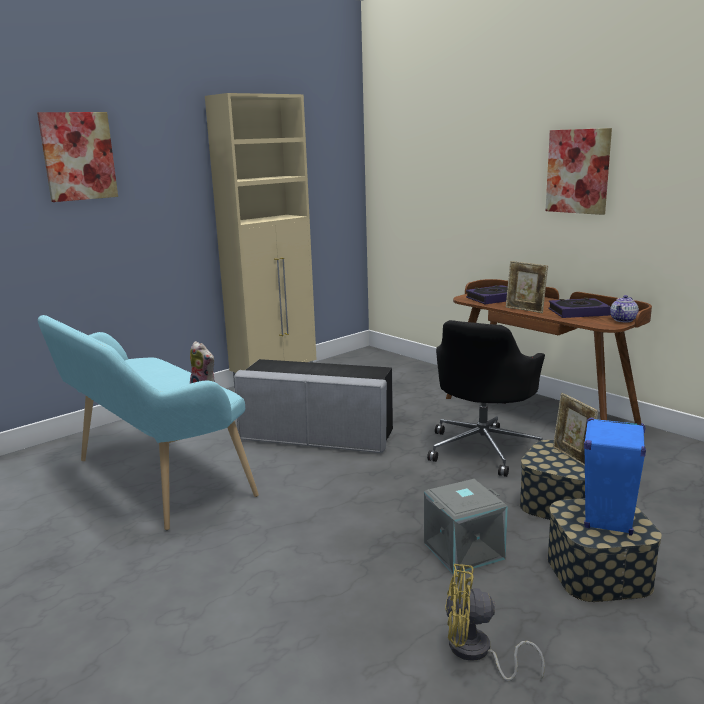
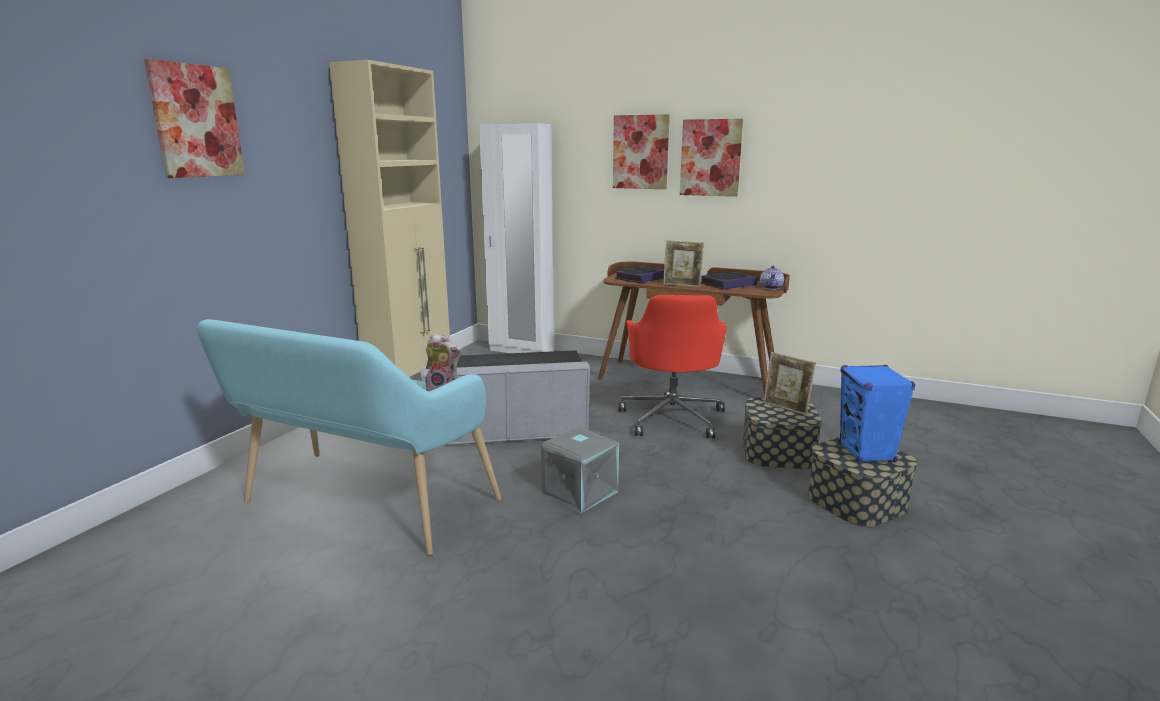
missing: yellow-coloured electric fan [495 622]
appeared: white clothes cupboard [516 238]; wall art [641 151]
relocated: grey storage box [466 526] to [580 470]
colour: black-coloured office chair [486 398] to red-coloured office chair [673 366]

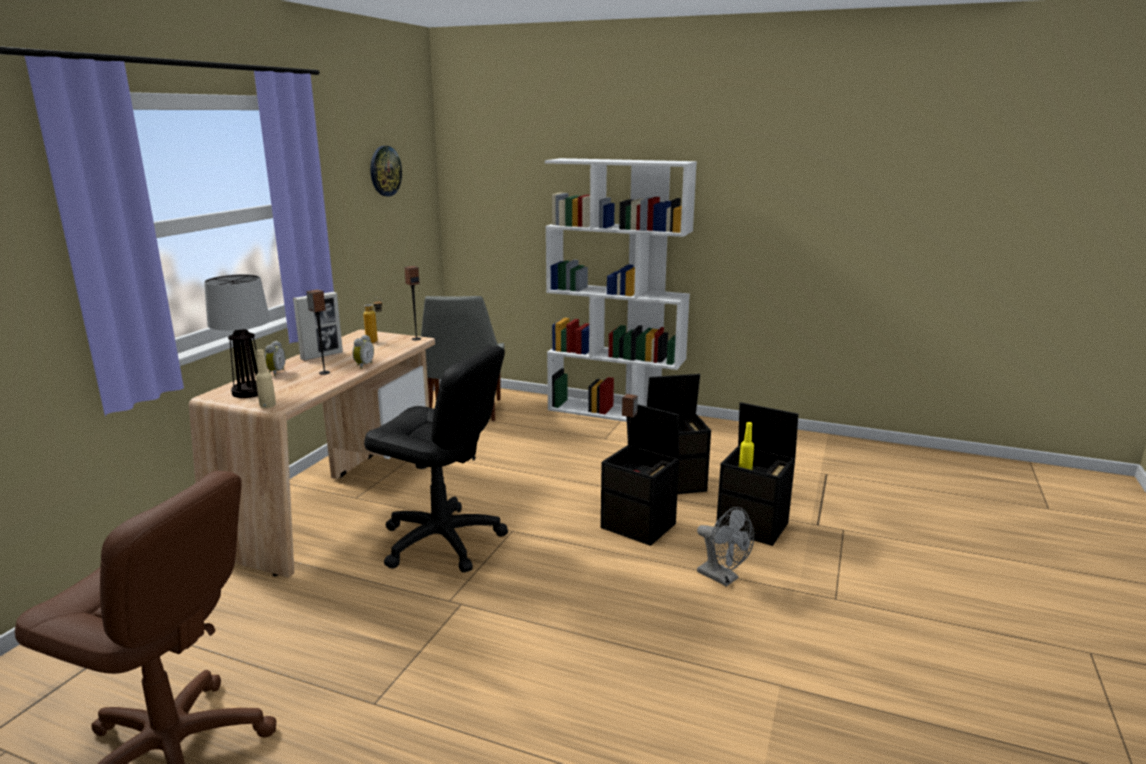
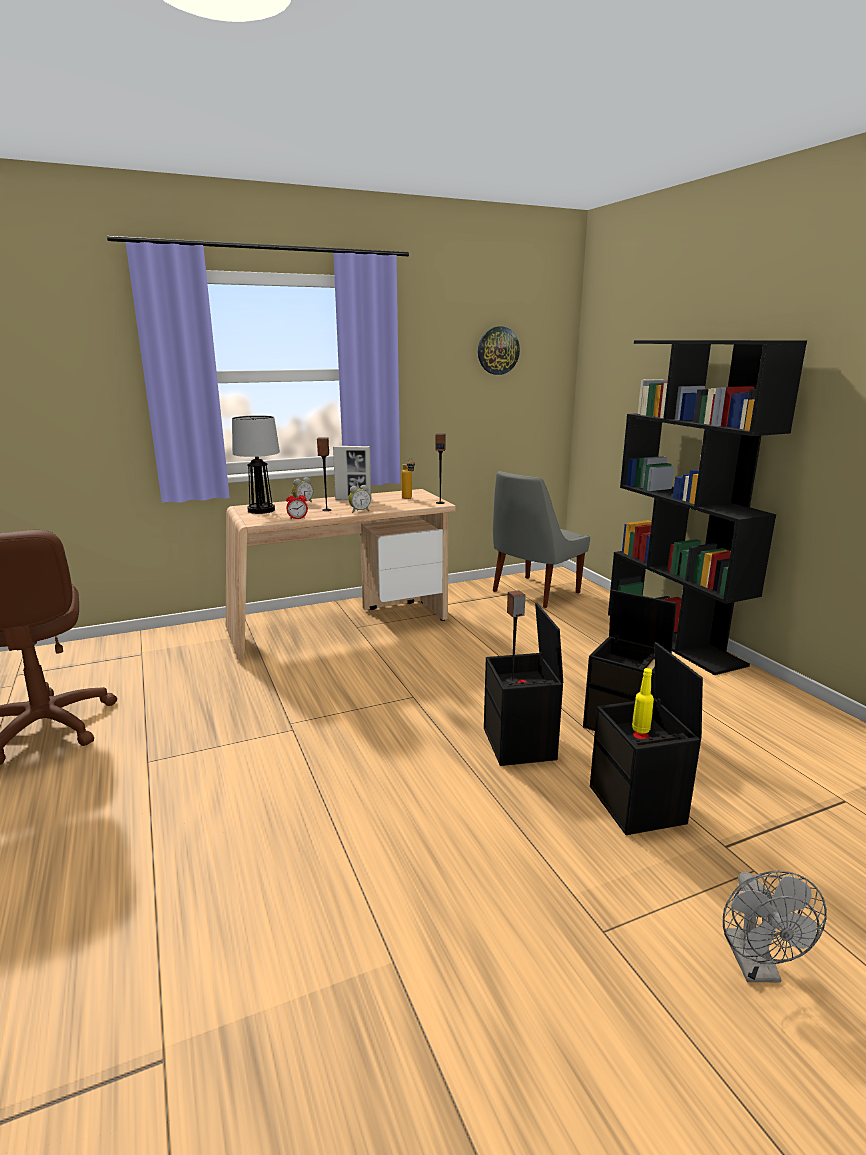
missing: beige beverage bottle [266 378]; black-coloured office chair [436 459]
appeared: bedside clock [297 505]
relocated: grey electric fan [725 547] to [775 926]
colour: white shelving unit [621 290] to black-coloured shelving unit [707 507]

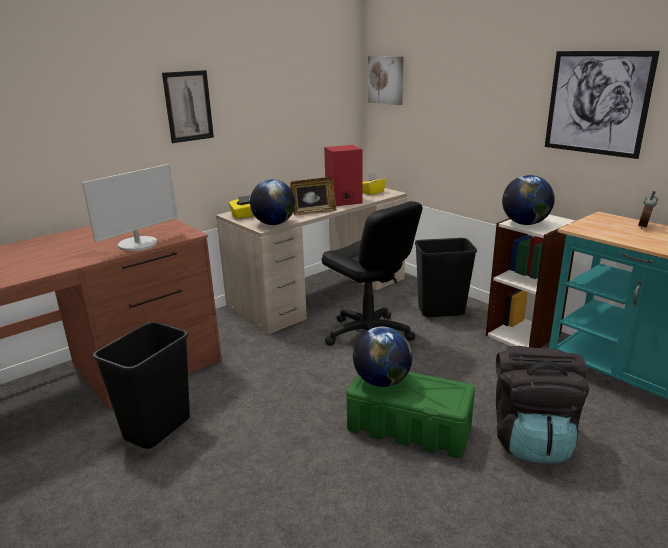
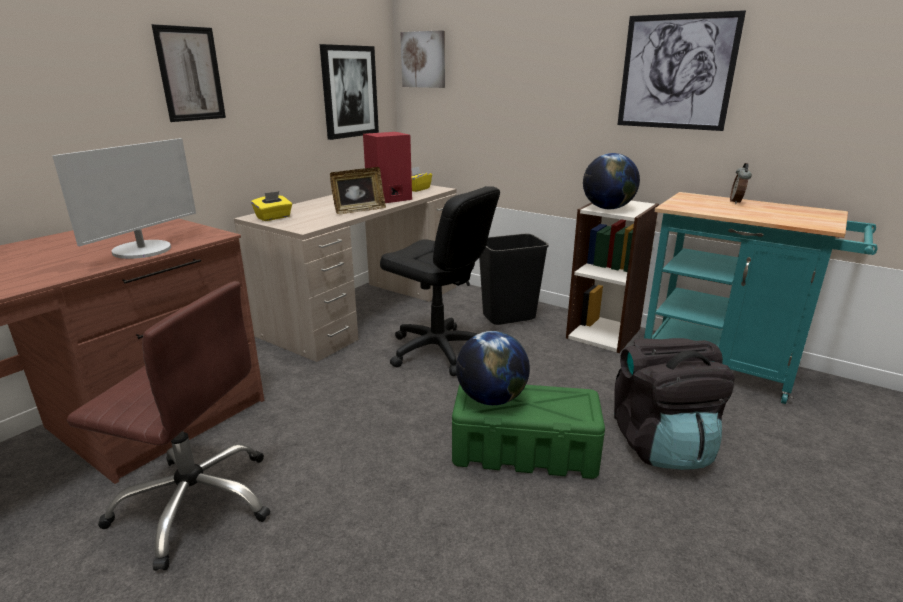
missing: world globe [272 202]
appeared: wall art [349 92]
exchanged: black-coloured waste bin [141 385] to brownish office chair [169 426]

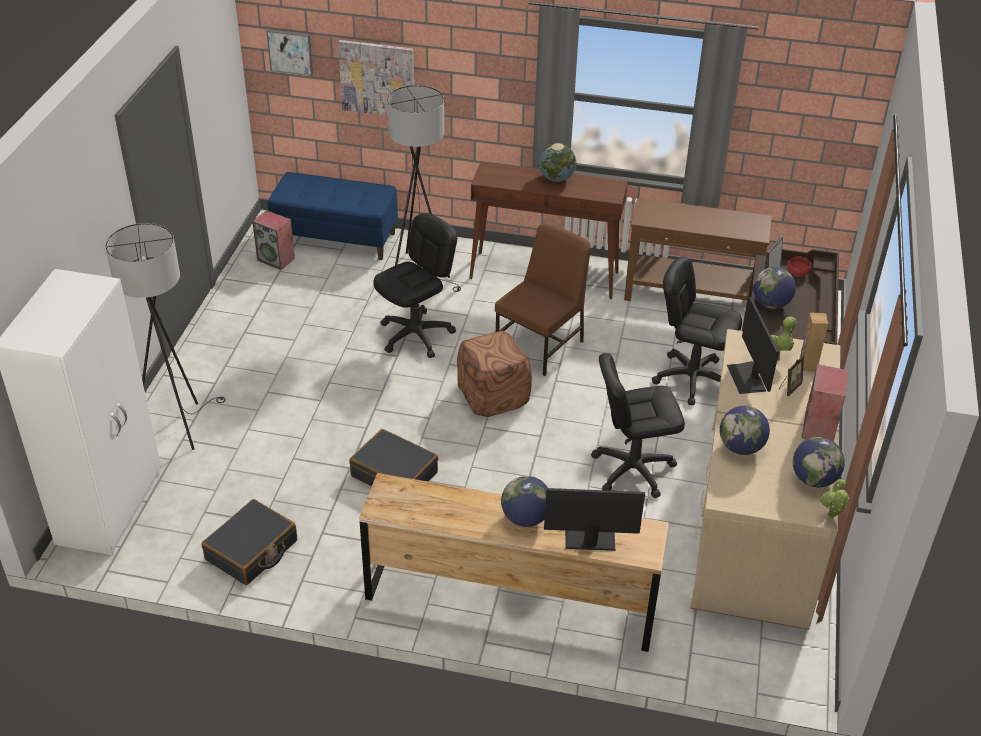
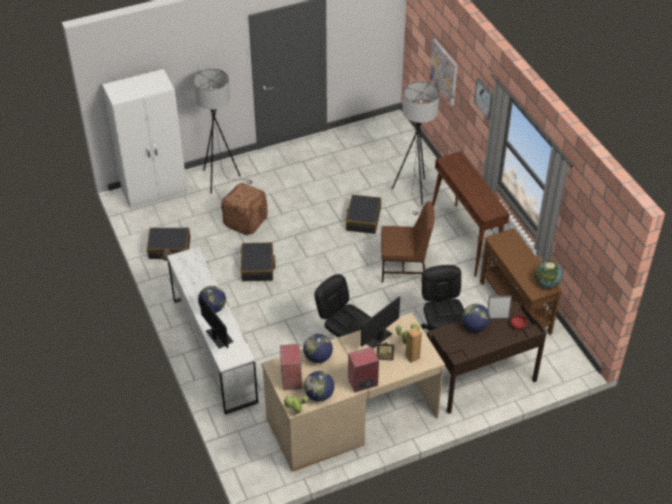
missing: blue-coloured long seat [333 216]
relocated: brownish ottoman [494 374] to [244 209]; loudspeaker [273 240] to [291 367]; wall art [289 52] to [483 99]; world globe [557 162] to [549 274]
exchanged: black-coloured office chair [415 285] to black-coloured travel case [363 214]
colour: brownish dresser [514 562] to white dresser [212 330]

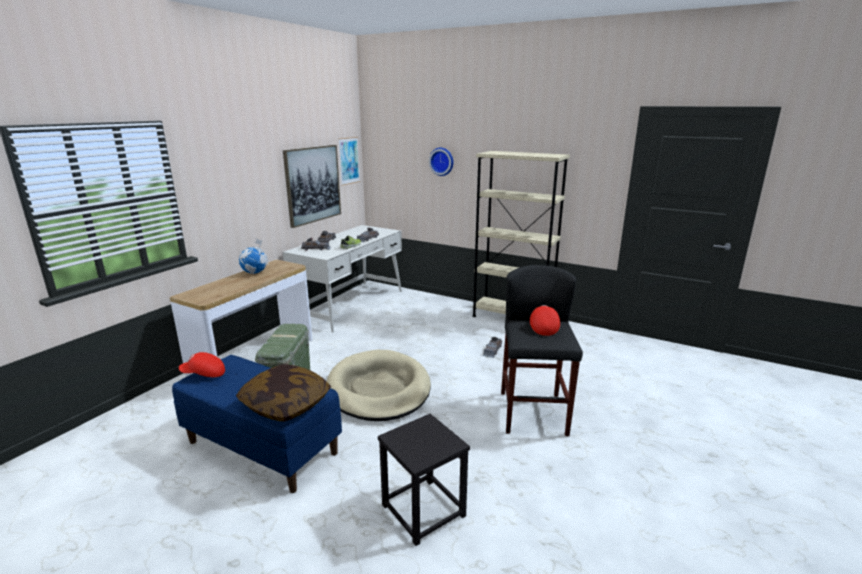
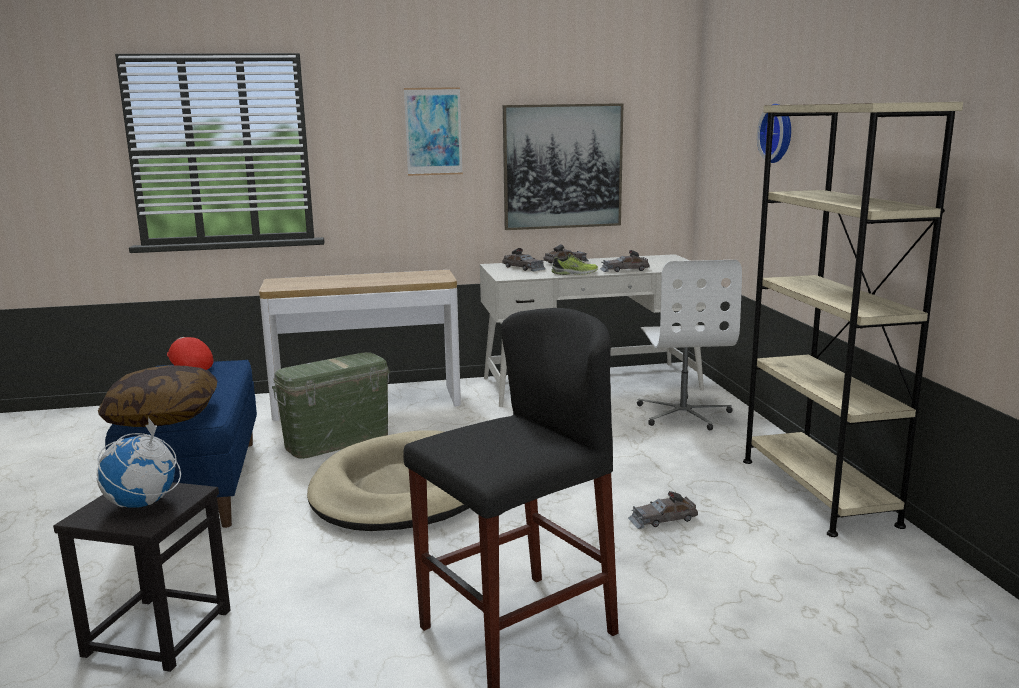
missing: red-coloured baseball cap [545 320]
appeared: white office chair [689 345]
relocated: world globe [254 256] to [139 462]; wall art [349 161] to [433 131]

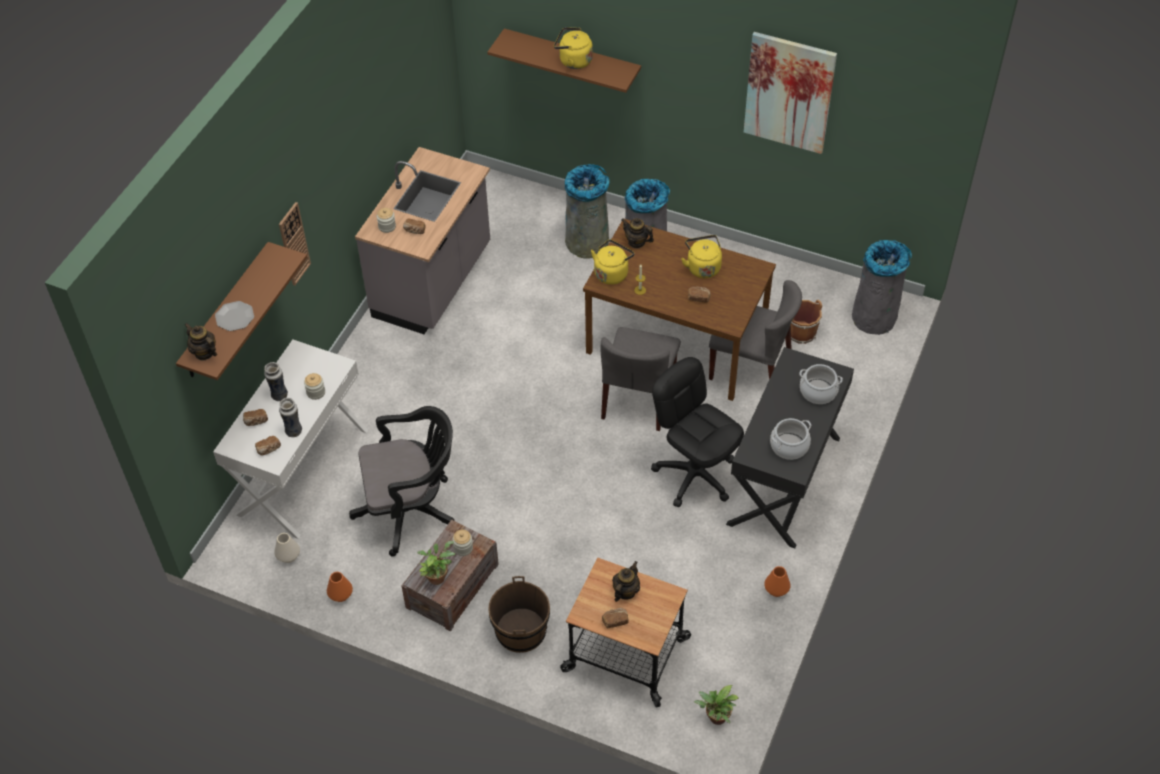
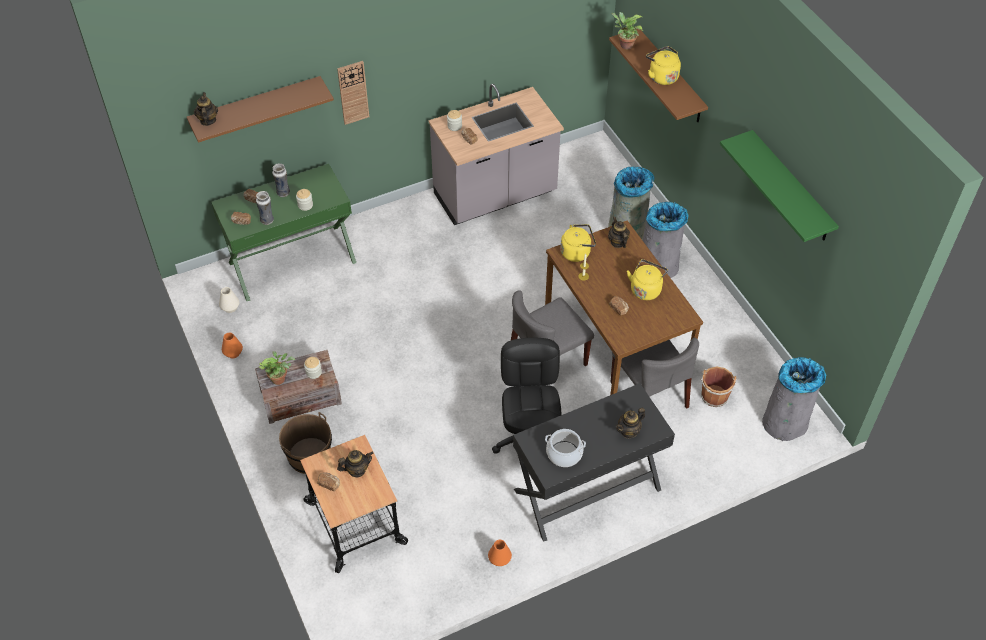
missing: dinner plate [234 316]; black-coloured office chair [402 481]
relocated: potted plant [716 705] to [627 30]
exchanged: stockpot [821 384] to tea pot [630 423]; wall art [790 93] to greenish wall shelf [779 186]
colour: white desk unit [290 439] to greenish desk unit [283 232]

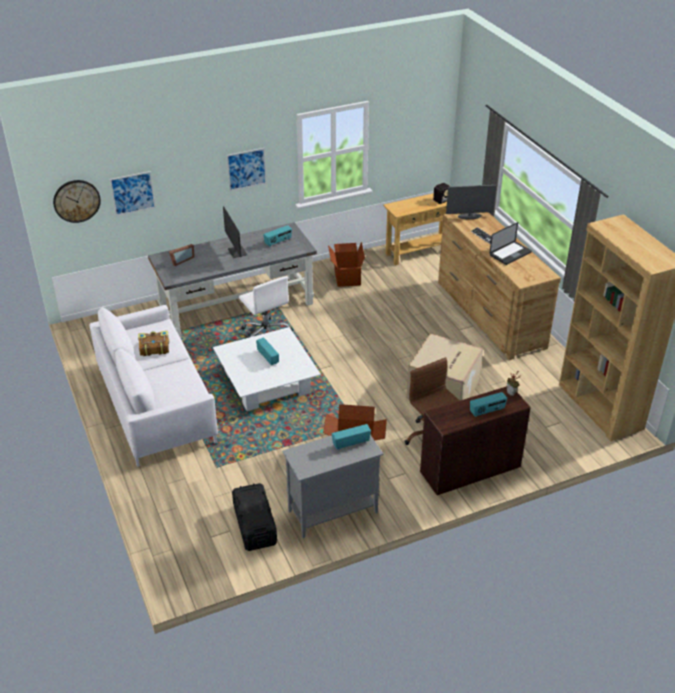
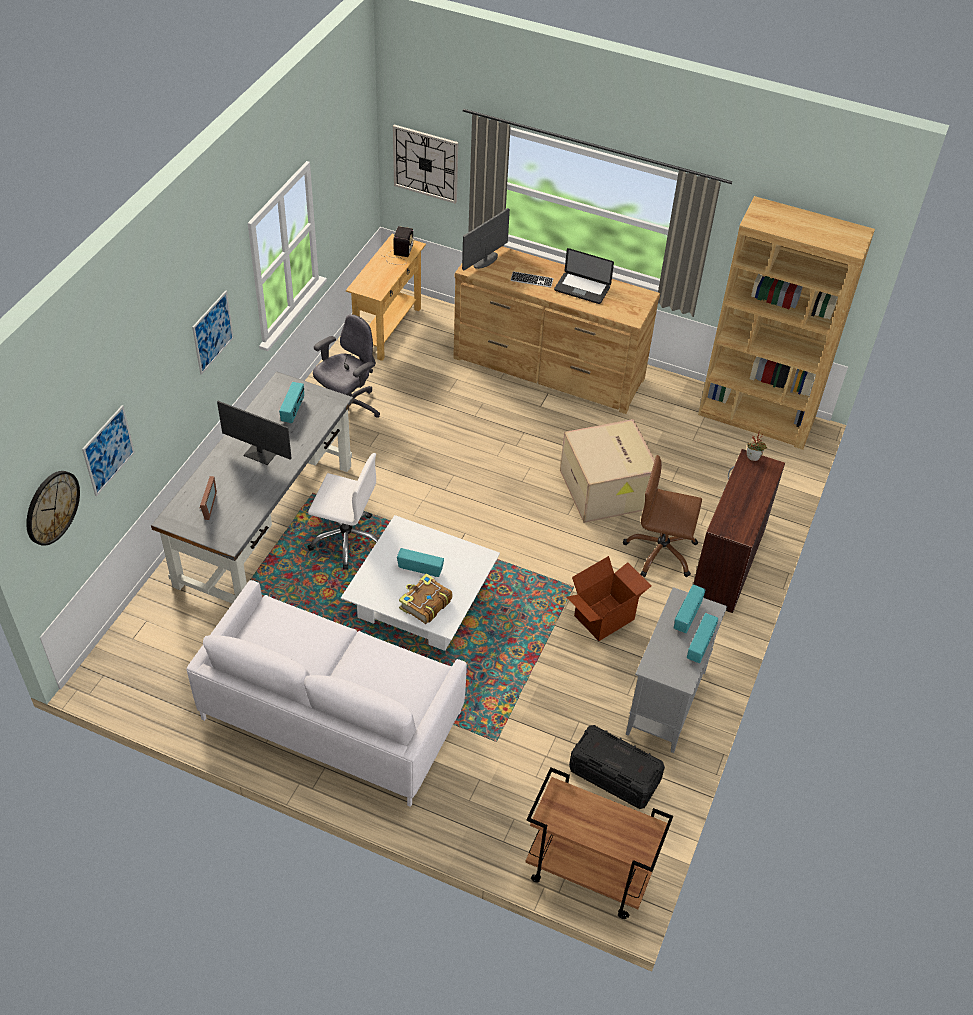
appeared: wall clock [425 164]; brownish wheeled cart [599 843]
relocated: book [153 343] to [425 598]; radio [488 404] to [702 638]
exchanged: carton [346 264] to grey office chair [346 366]
spun: notebook computer [511 243] = [584 276] 105 degrees clockwise

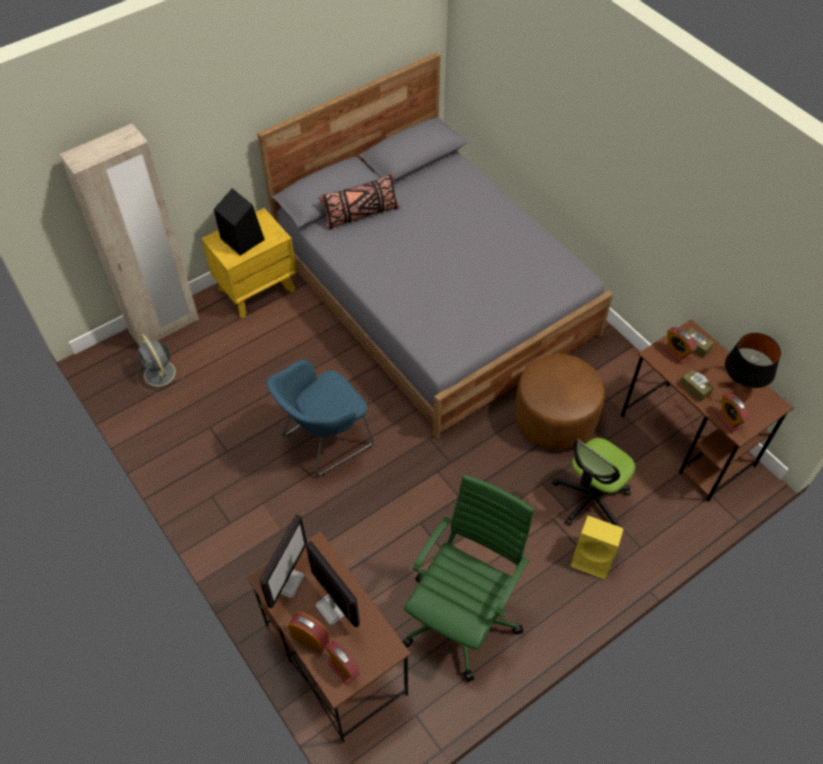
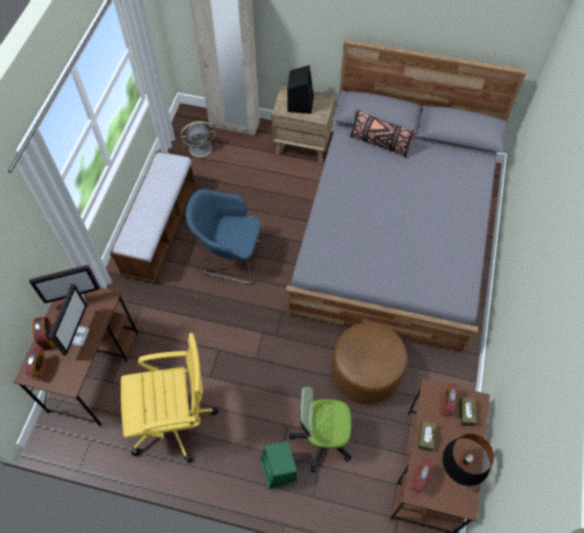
appeared: long seat [153 217]
colour: greenish office chair [468 578] to yellow-coloured office chair [170 398]; yellow-coloured loudspeaker [597 548] to greenish loudspeaker [278 465]; yellow-coloured nightstand [249 263] to brownish nightstand [303 124]
spun: grey electric fan [161 364] = [199 141] 120 degrees counterclockwise

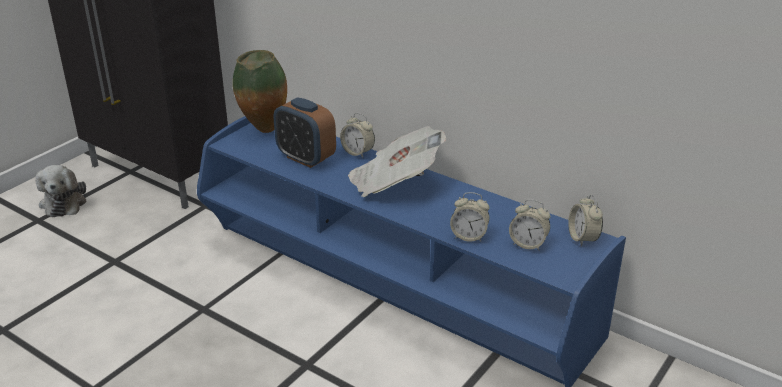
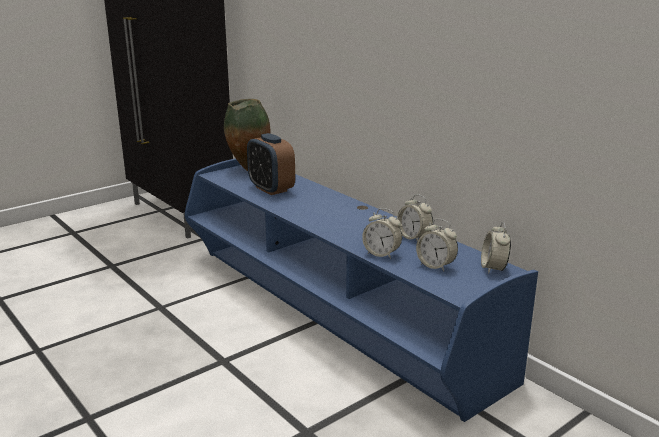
missing: plush toy [61 191]; printed paper [397 161]
relocated: bedside clock [357 135] to [415 217]

